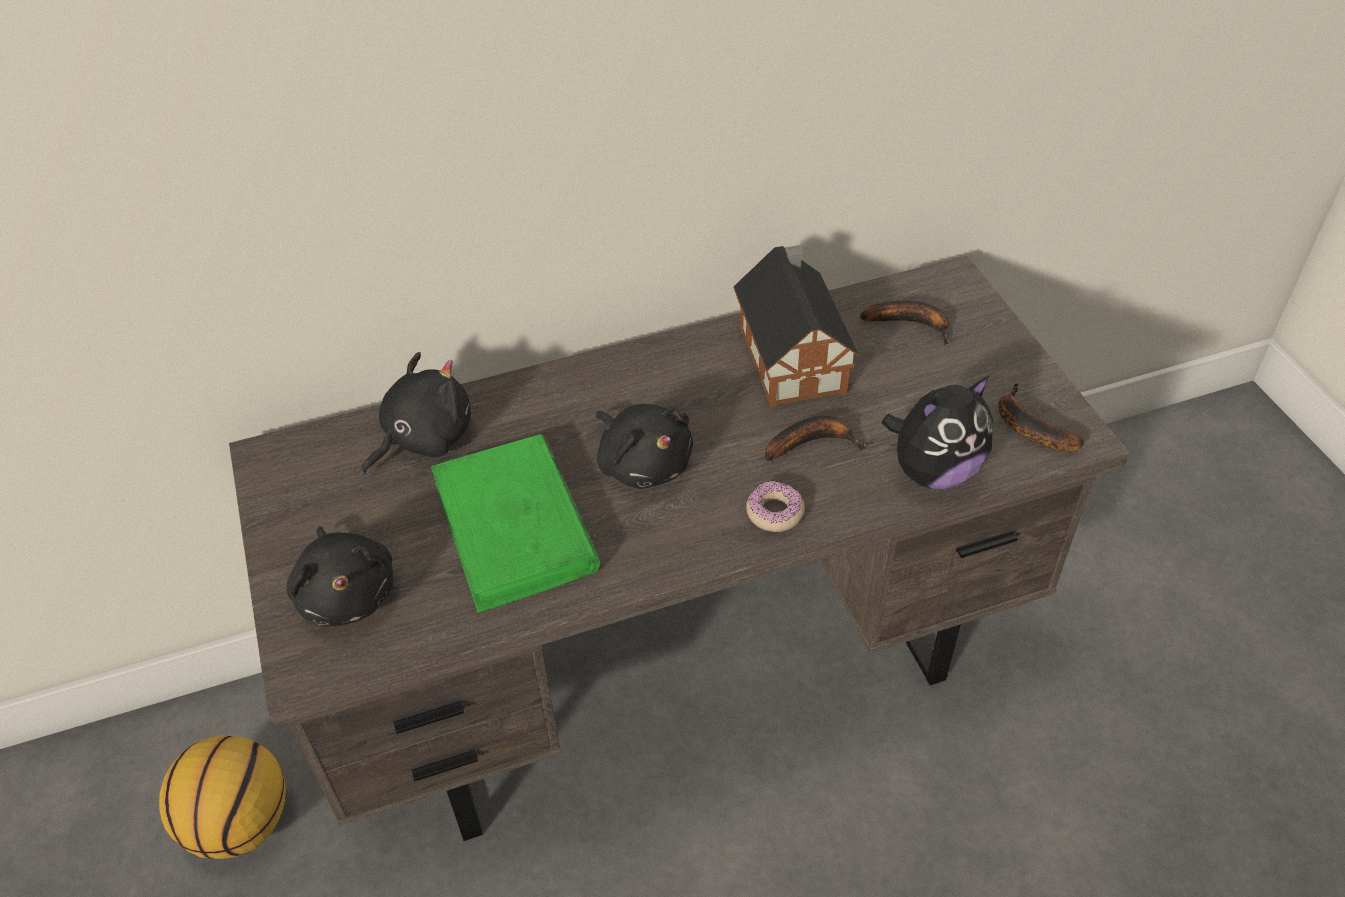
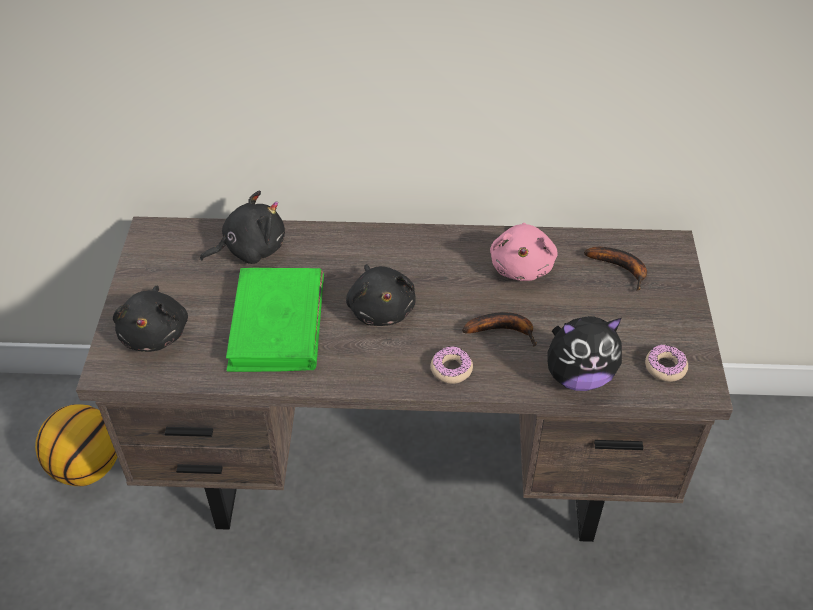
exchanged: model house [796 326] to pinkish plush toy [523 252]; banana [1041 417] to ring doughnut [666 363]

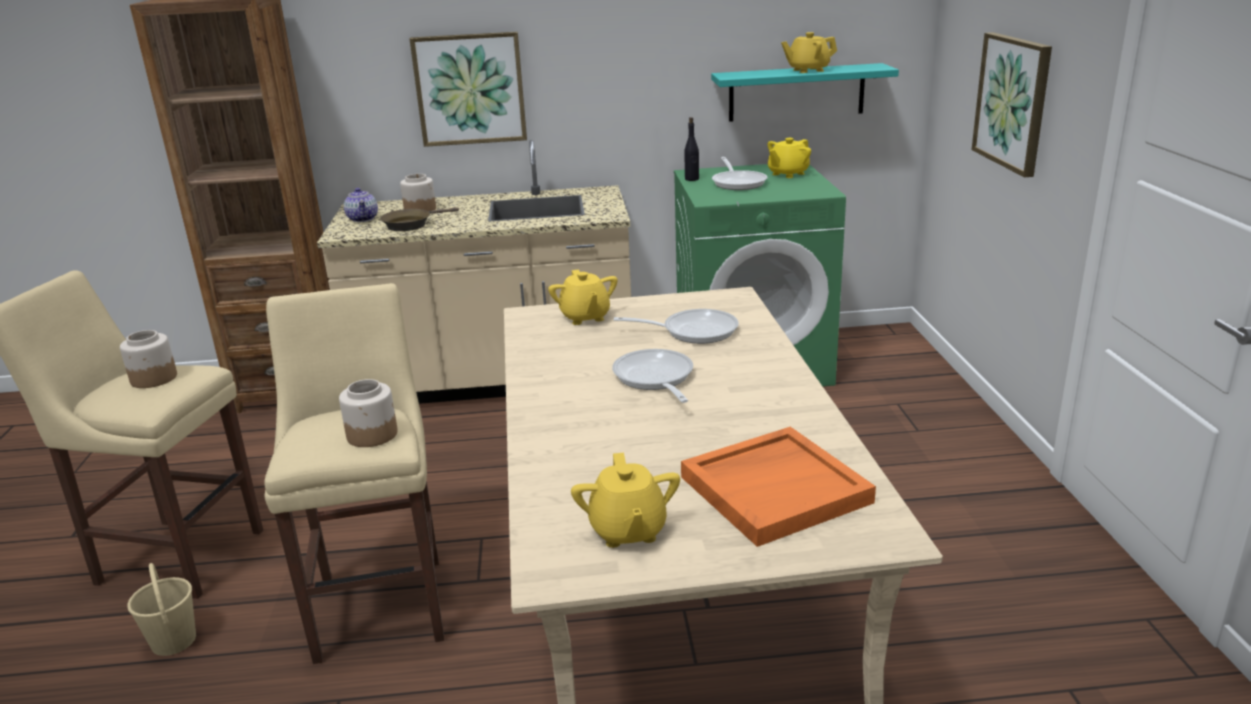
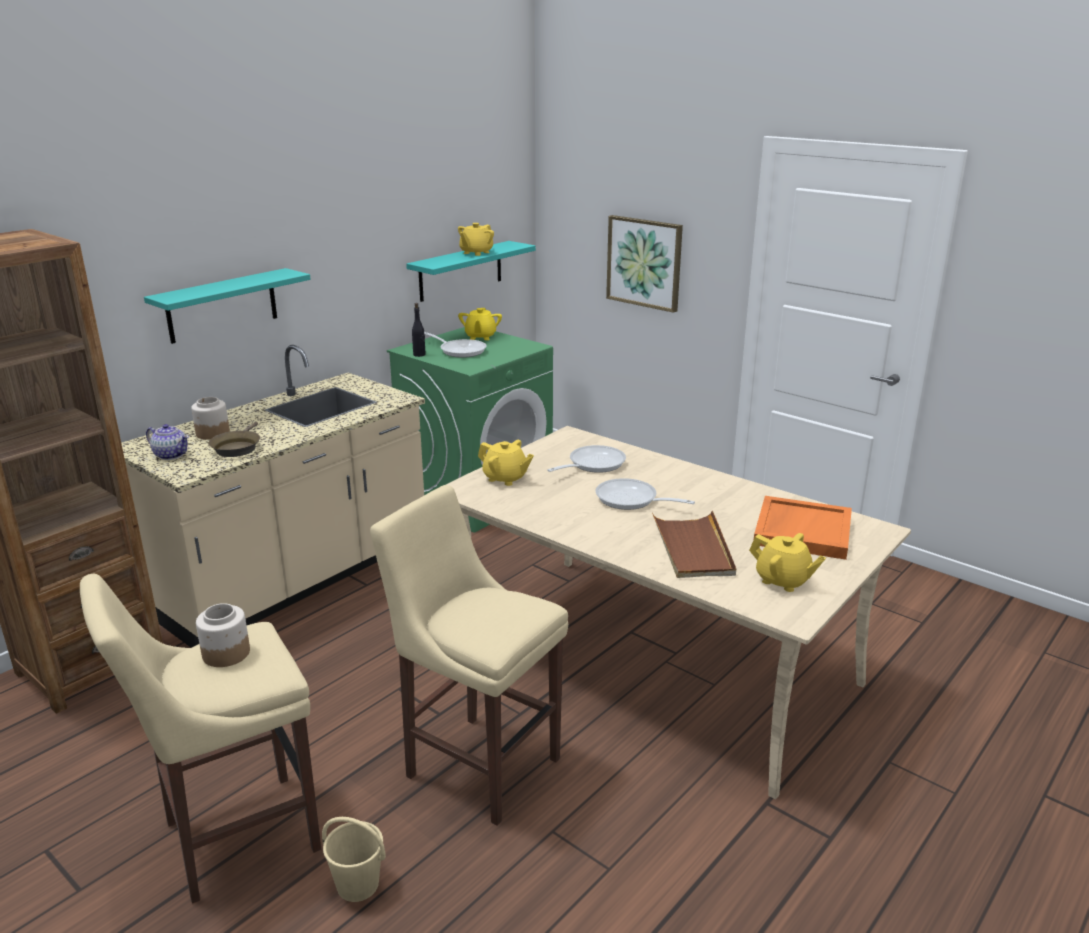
missing: storage jar [368 413]
appeared: brownish serving tray [694 544]
exchanged: wall art [468 89] to turquoise wall shelf [227 306]

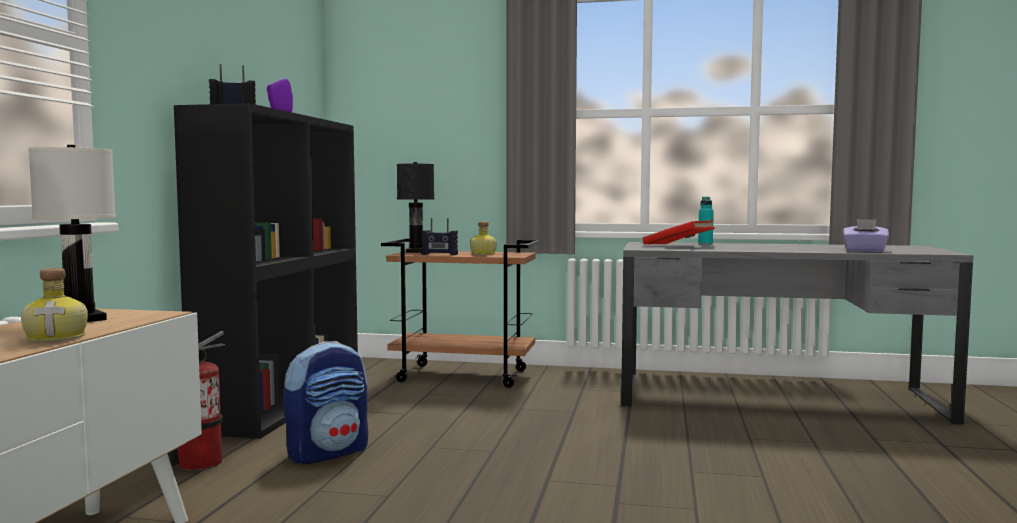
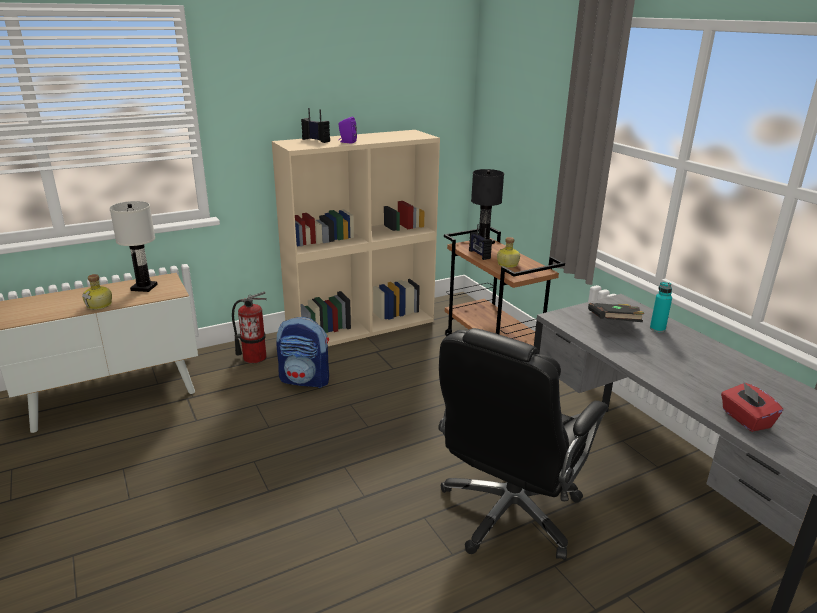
appeared: black-coloured office chair [523 444]
colour: black-coloured shelving unit [266 271] to beige shelving unit [356 238]; red-coloured book [678 232] to black-coloured book [616 312]; purple-coloured tissue holder [866 235] to red-coloured tissue holder [752 407]

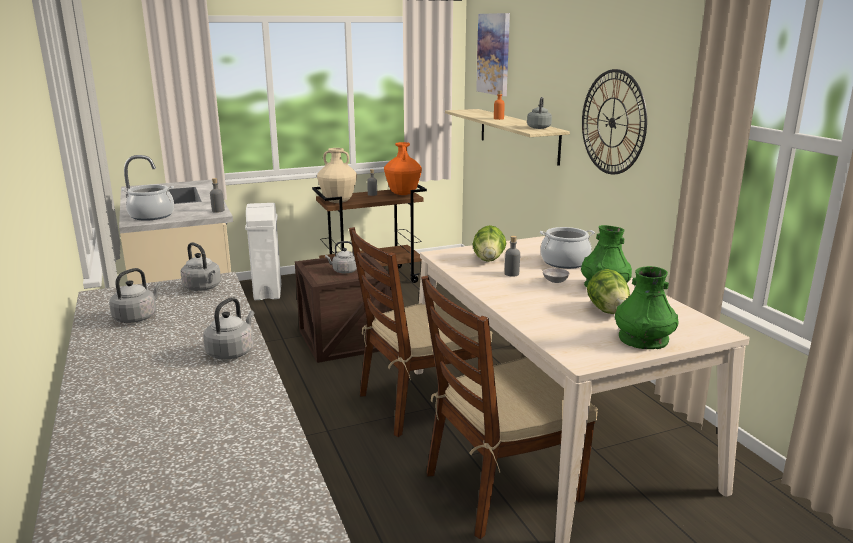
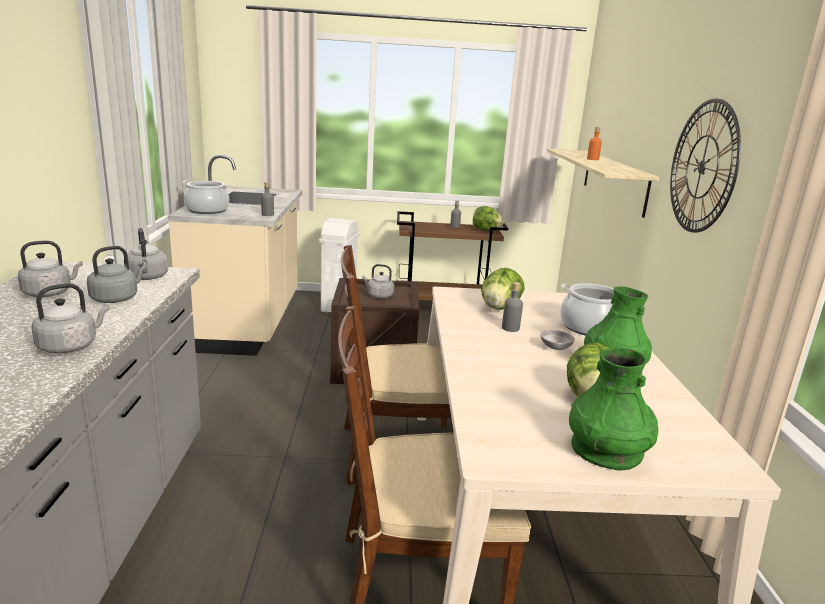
missing: beige decorative vase [337 175]; wall art [493 54]
relocated: grey water kettle [539 113] to [117 274]
exchanged: orange decorative vase [403 168] to lettuce [488 218]

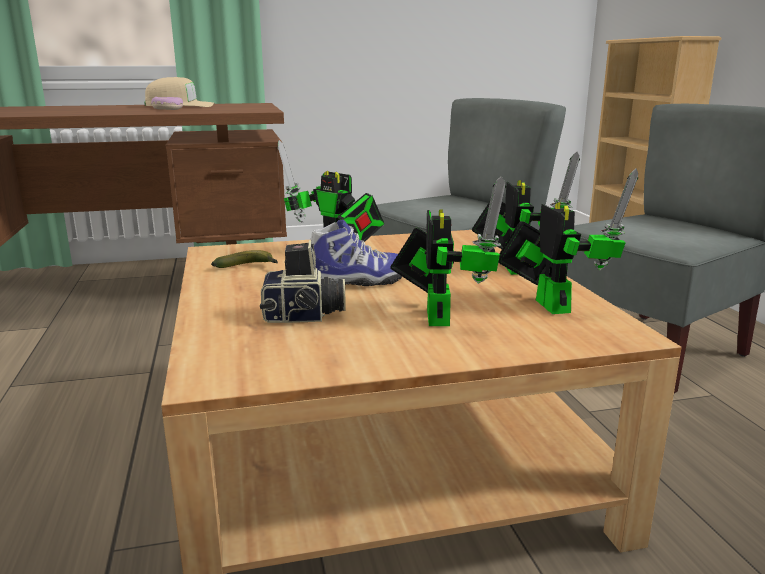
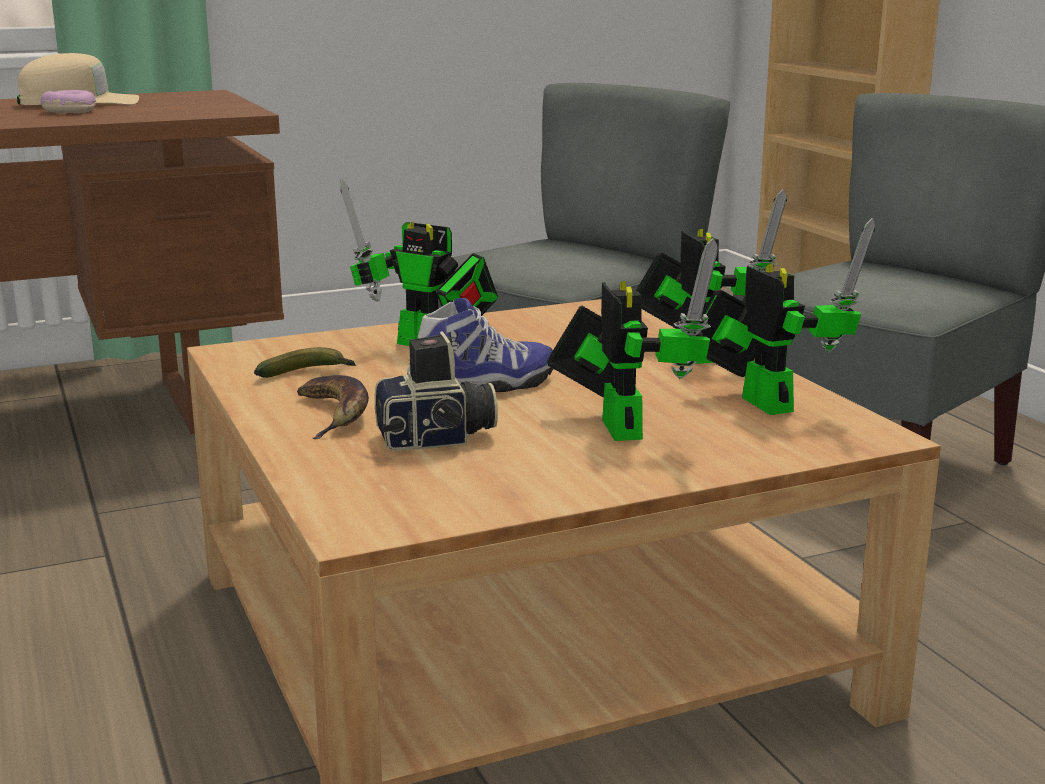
appeared: banana [333 407]

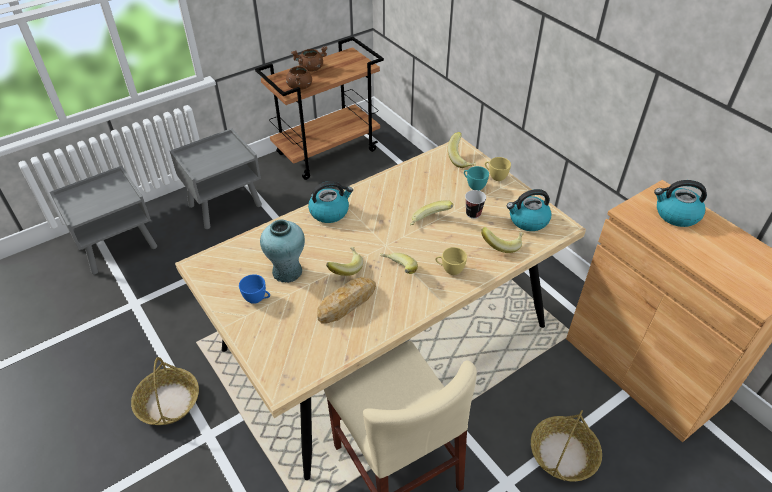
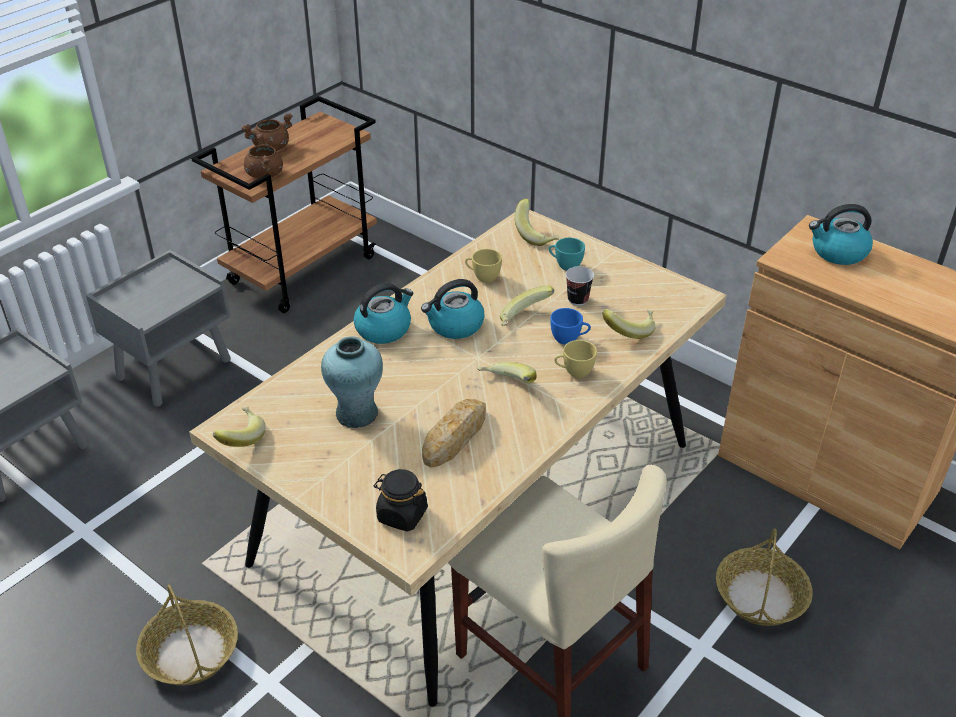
appeared: black-coloured storage jar [401 500]
relocated: banana [344 261] to [239 426]; water kettle [529 210] to [453 309]; yellow-coloured drinking cup [498 169] to [483 266]; blue-coloured drinking cup [254 289] to [570 326]

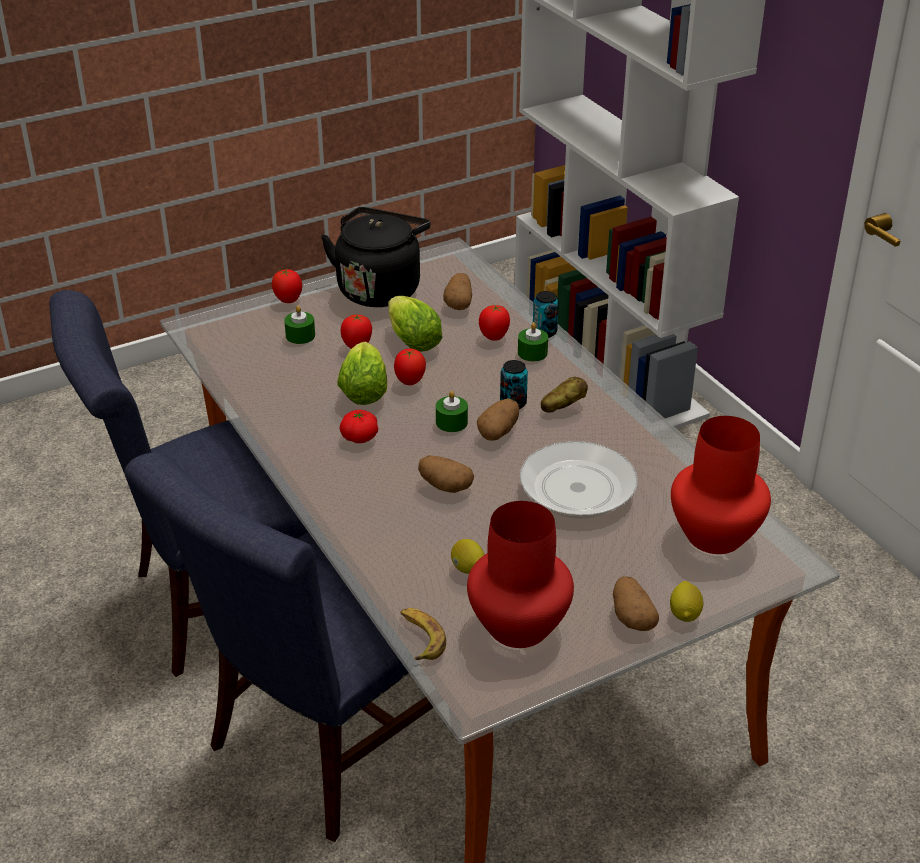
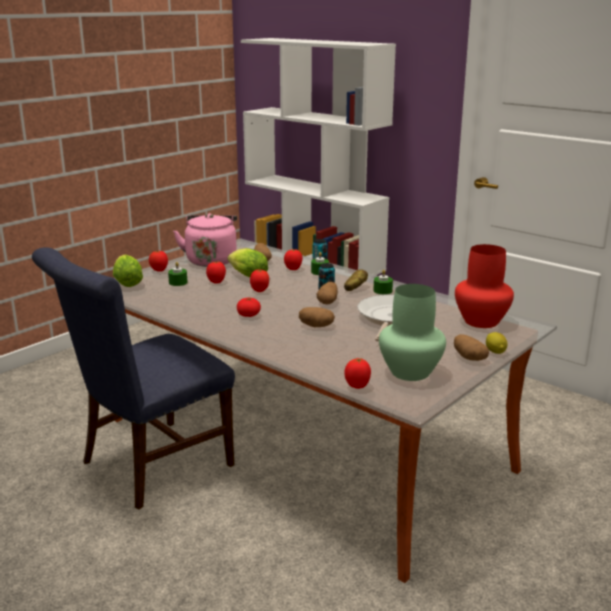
missing: blue-coloured upright chair [279 647]; lemon [467 556]
relocated: lettuce [362 373] to [128 271]; greenish wax candle [452 411] to [383 282]
exchanged: banana [423 634] to tomato [357 373]
colour: black-coloured water kettle [375 257] to pinkish water kettle [205 240]; red-coloured decorative vase [520 574] to greenish decorative vase [412 332]

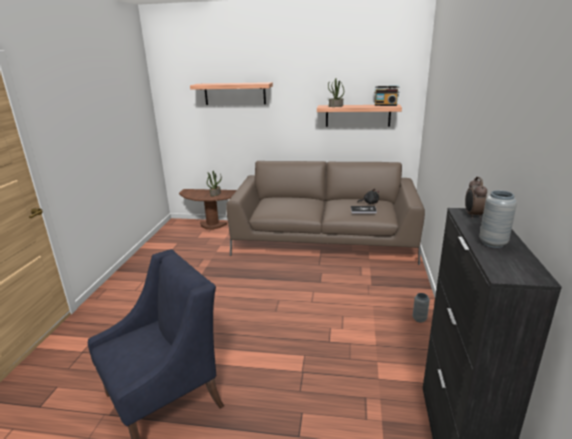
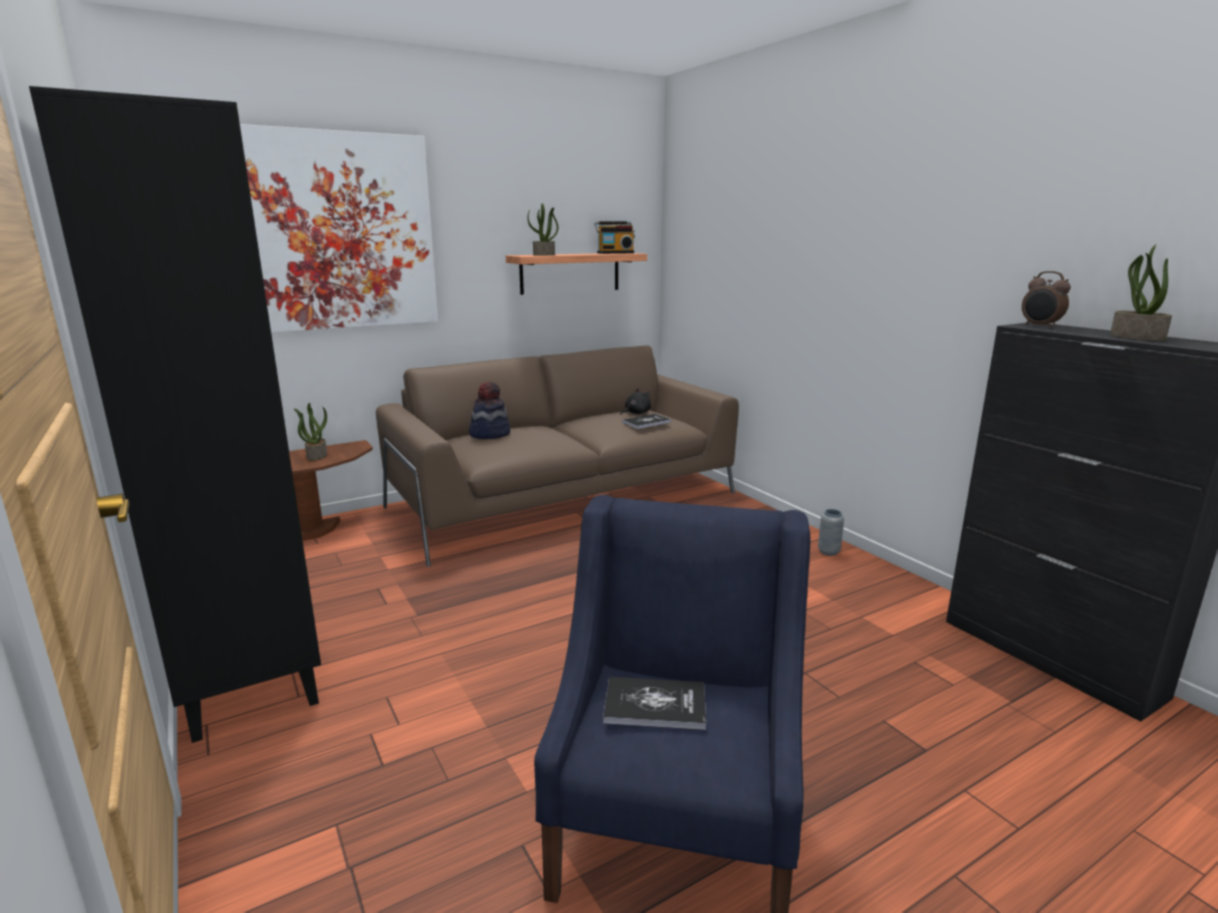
appeared: black-coloured shelving unit [175 414]; wearable hat [490 410]; book [654 703]
exchanged: wall shelf [231 93] to wall art [339 228]; grey decorative vase [498 219] to potted plant [1141 292]

